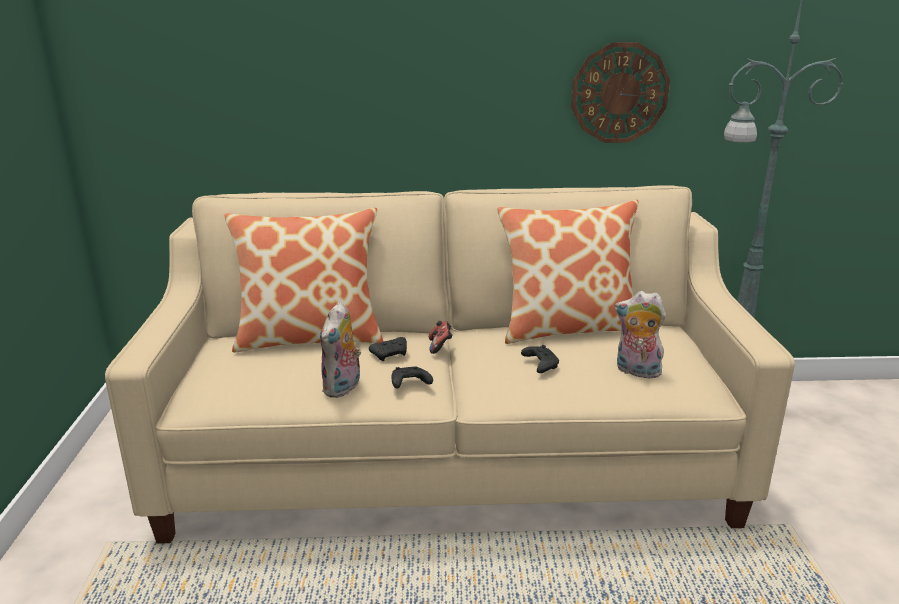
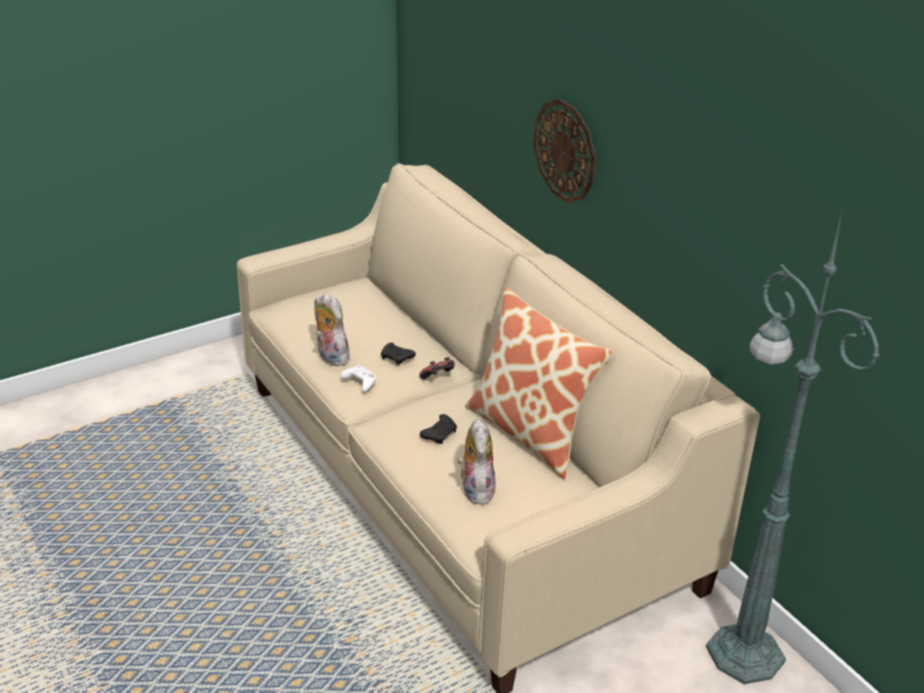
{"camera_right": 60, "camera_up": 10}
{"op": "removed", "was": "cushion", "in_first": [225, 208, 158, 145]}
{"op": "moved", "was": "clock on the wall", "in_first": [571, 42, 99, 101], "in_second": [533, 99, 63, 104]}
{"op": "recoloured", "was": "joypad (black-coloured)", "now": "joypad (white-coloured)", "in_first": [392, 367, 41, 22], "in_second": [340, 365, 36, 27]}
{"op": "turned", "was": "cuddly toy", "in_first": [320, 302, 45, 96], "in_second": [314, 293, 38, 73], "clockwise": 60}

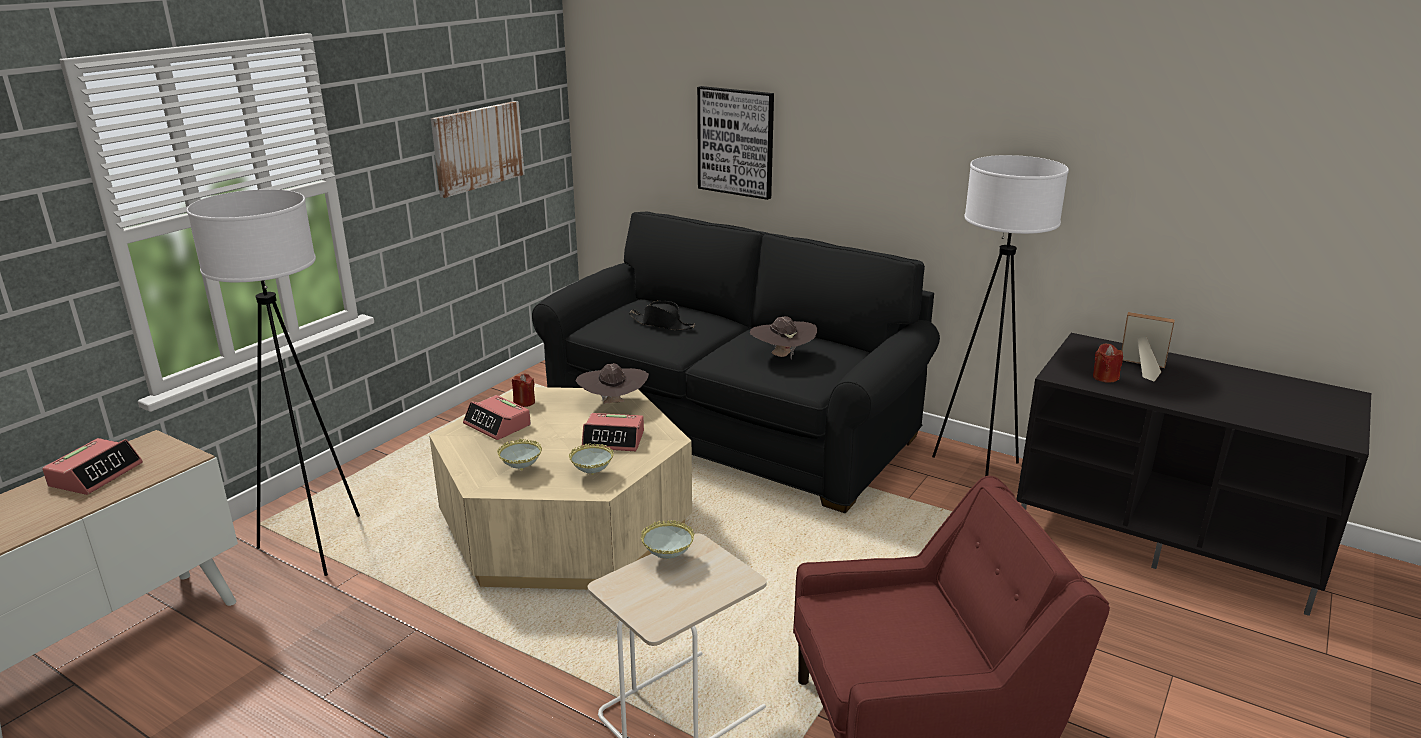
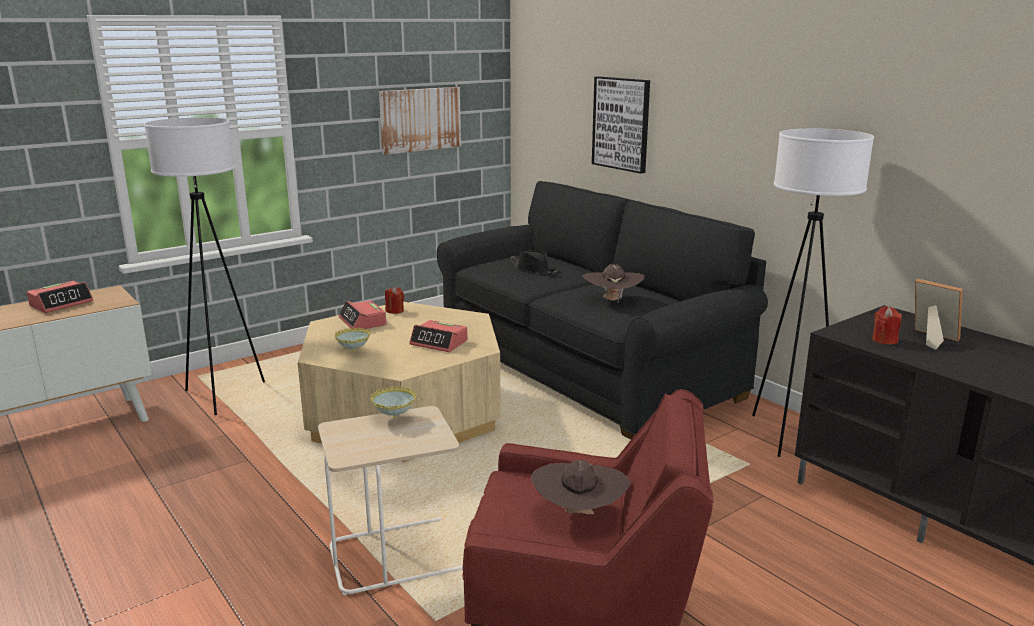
{"camera_right": 20, "camera_up": -5}
{"op": "removed", "was": "bowl", "in_first": [569, 443, 45, 32]}
{"op": "moved", "was": "clothing hat (brown)", "in_first": [576, 363, 73, 41], "in_second": [531, 460, 100, 54]}

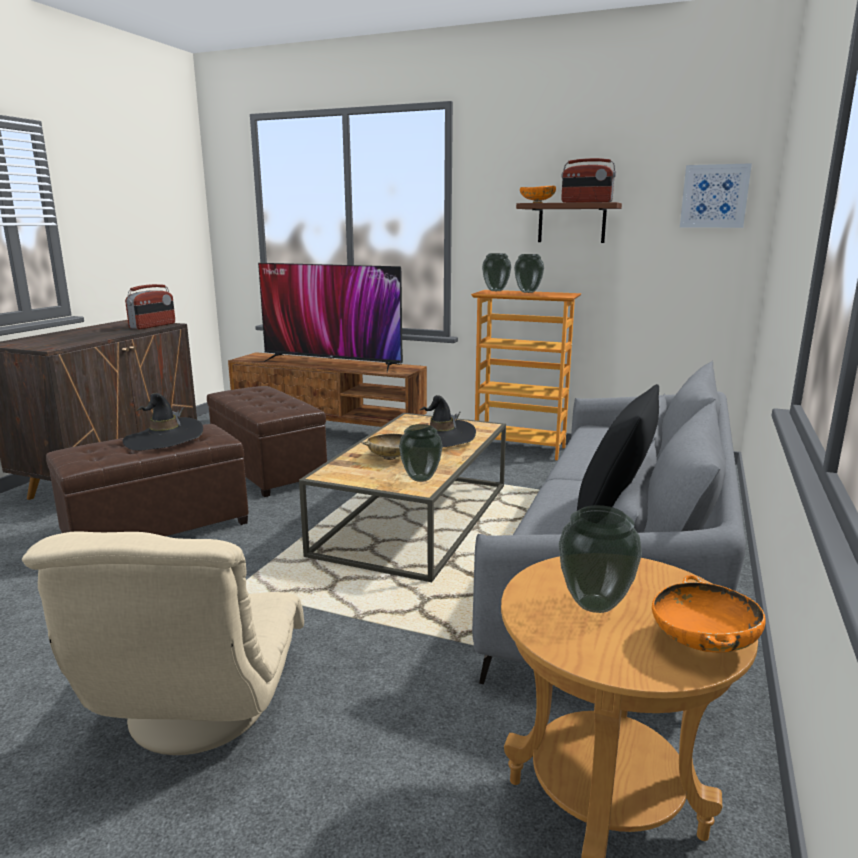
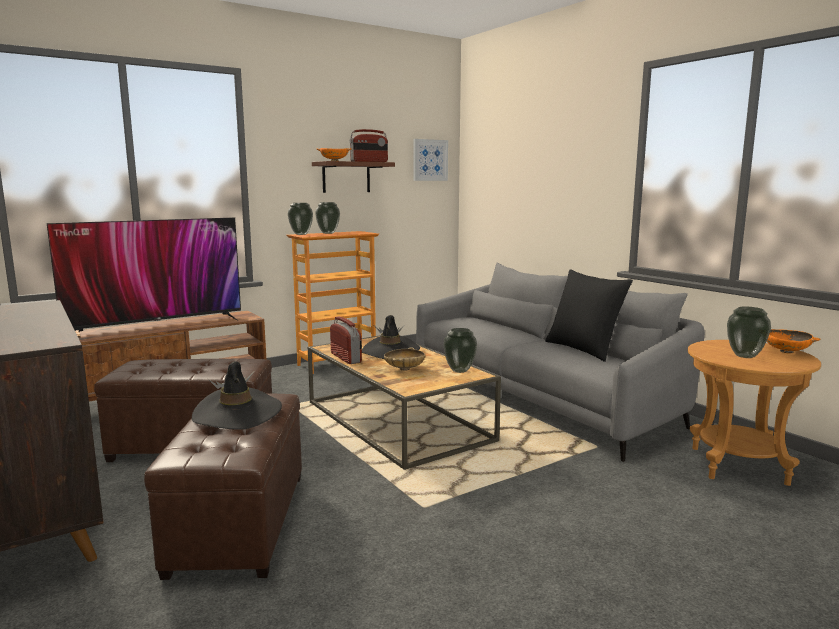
{"camera_right": -55, "camera_up": -5}
{"op": "removed", "was": "armchair (beige-coloured)", "in_first": [22, 531, 282, 224]}
{"op": "moved", "was": "radio", "in_first": [125, 284, 50, 45], "in_second": [330, 317, 32, 47]}

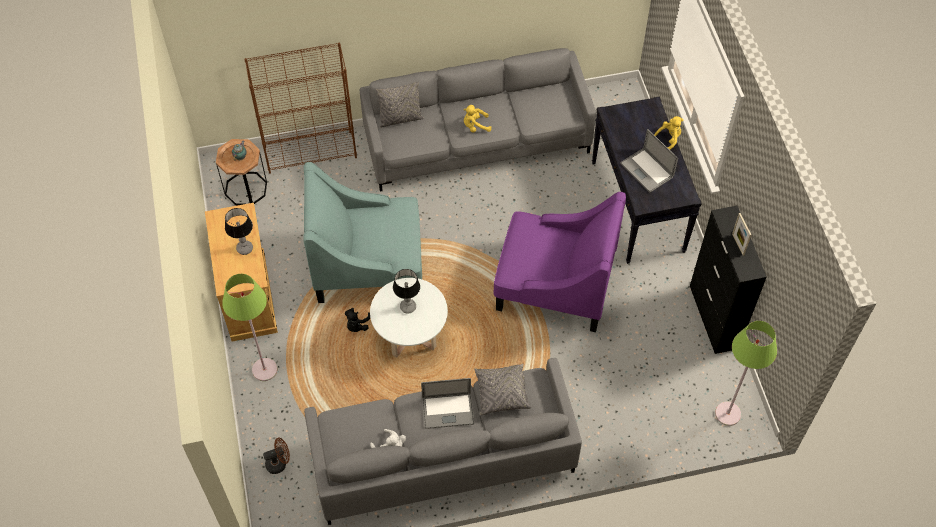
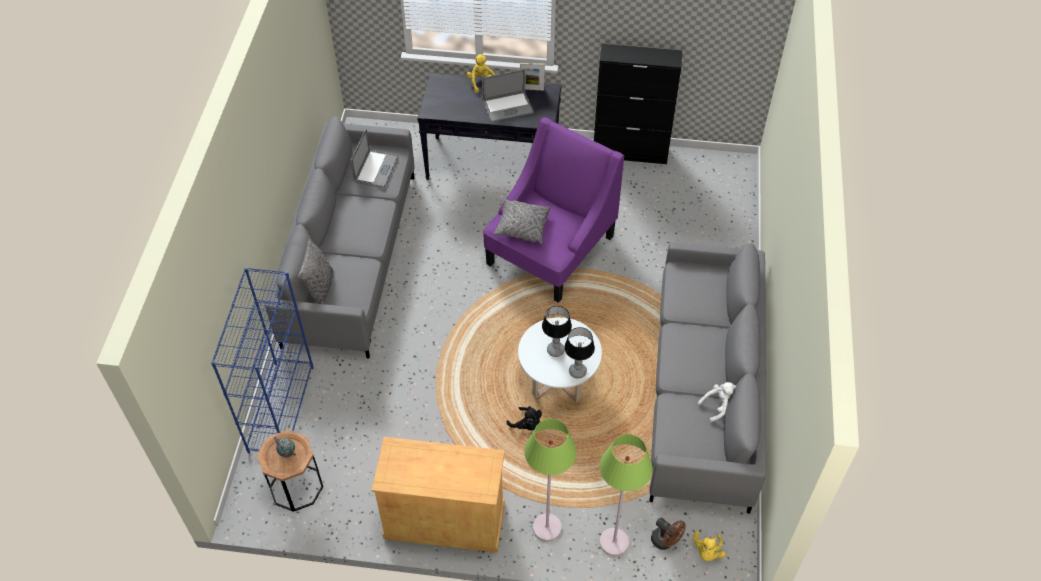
{"camera_right": -70, "camera_up": -5}
{"op": "removed", "was": "armchair (blue-green)", "in_first": [303, 162, 119, 141]}
{"op": "moved", "was": "tabletop lamp", "in_first": [225, 208, 28, 47], "in_second": [564, 327, 31, 52]}
{"op": "moved", "was": "portable computer", "in_first": [421, 378, 53, 51], "in_second": [351, 129, 47, 59]}
{"op": "moved", "was": "cuddly toy (yellow-coloured)", "in_first": [464, 105, 27, 27], "in_second": [693, 530, 33, 31]}
{"op": "moved", "was": "cushion (gray)", "in_first": [474, 364, 57, 51], "in_second": [493, 199, 58, 45]}
{"op": "moved", "was": "standing lamp (green-coloured)", "in_first": [715, 321, 62, 105], "in_second": [600, 434, 53, 122]}
{"op": "moved", "was": "picture frame", "in_first": [732, 213, 19, 43], "in_second": [520, 63, 25, 27]}
{"op": "recoloured", "was": "bookcase (brown)", "now": "bookcase (bluish)", "in_first": [244, 43, 113, 131], "in_second": [211, 267, 103, 187]}
{"op": "turned", "was": "electric fan (brown)", "in_first": [263, 438, 27, 36], "in_second": [651, 518, 35, 32], "clockwise": 135}

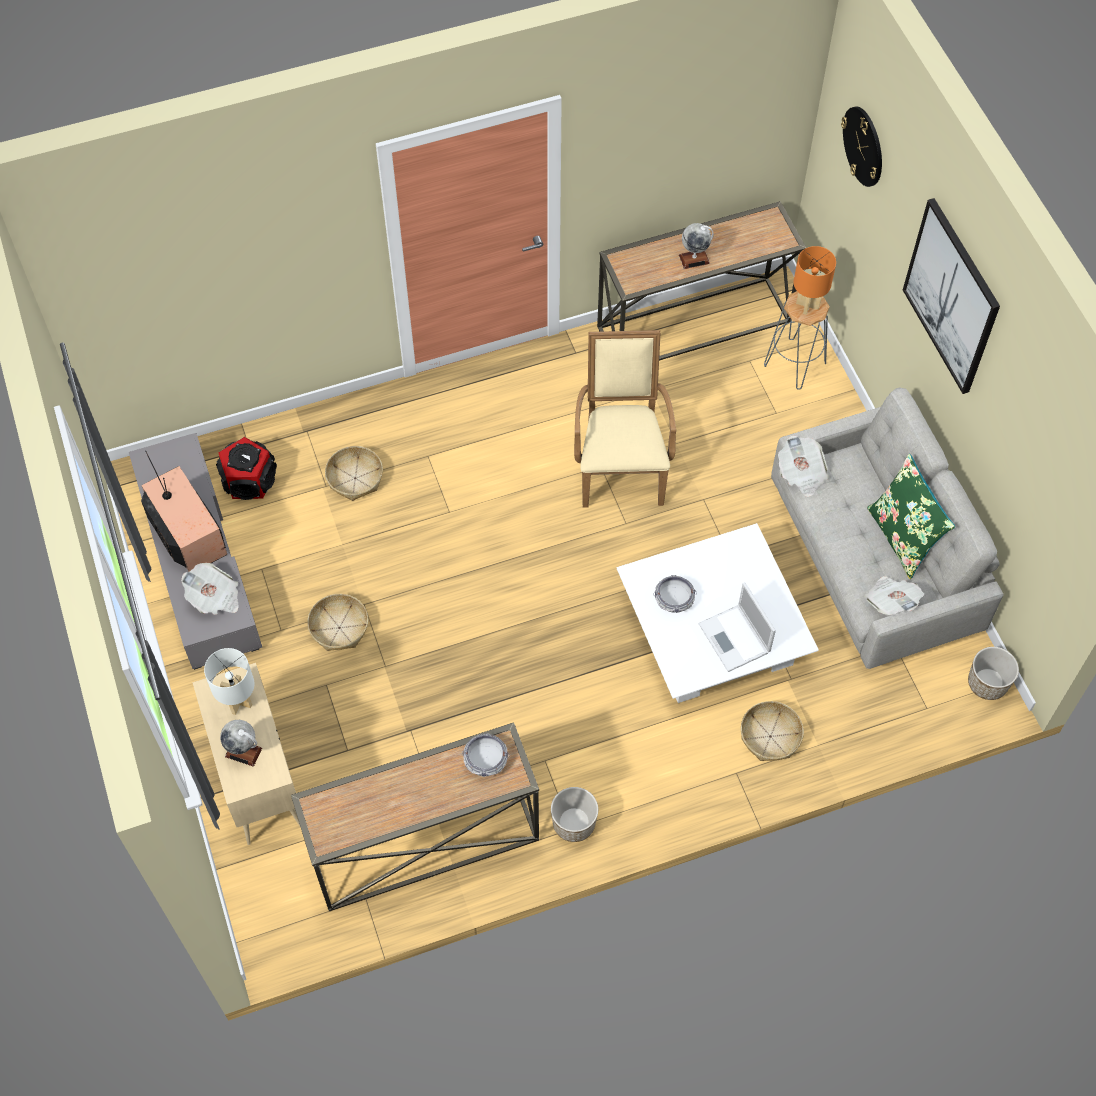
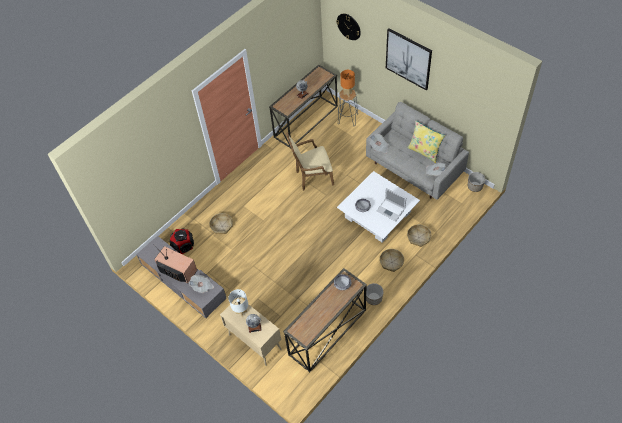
{"camera_right": -25, "camera_up": -5}
{"op": "moved", "was": "basket", "in_first": [307, 594, 61, 57], "in_second": [380, 249, 24, 23]}
{"op": "recoloured", "was": "cushion (green-coloured)", "now": "cushion (yellow-coloured)", "in_first": [867, 454, 88, 125], "in_second": [407, 120, 38, 43]}
{"op": "turned", "was": "armchair (beige-coloured)", "in_first": [574, 330, 102, 178], "in_second": [286, 133, 48, 58], "clockwise": -75}

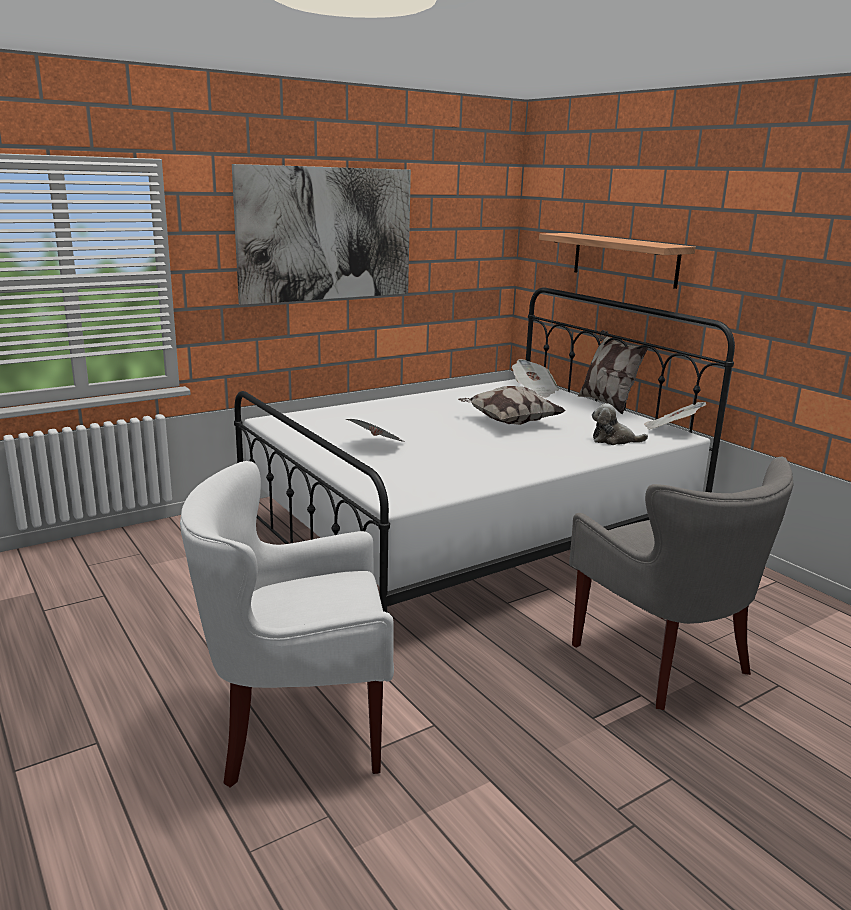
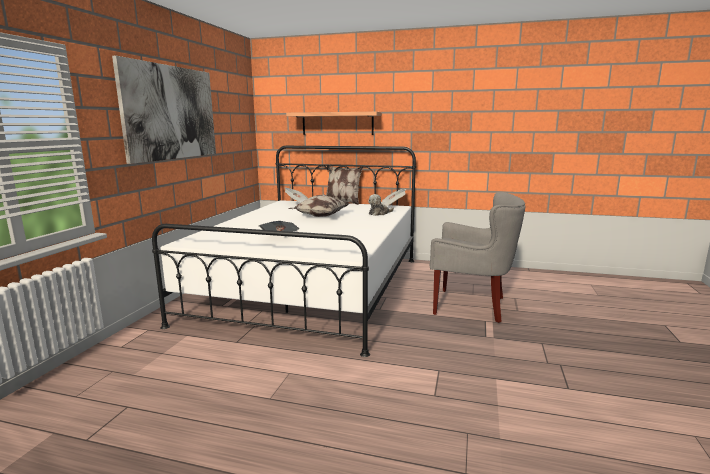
{"camera_right": -40, "camera_up": -5}
{"op": "removed", "was": "armchair (white-coloured)", "in_first": [180, 461, 214, 327]}

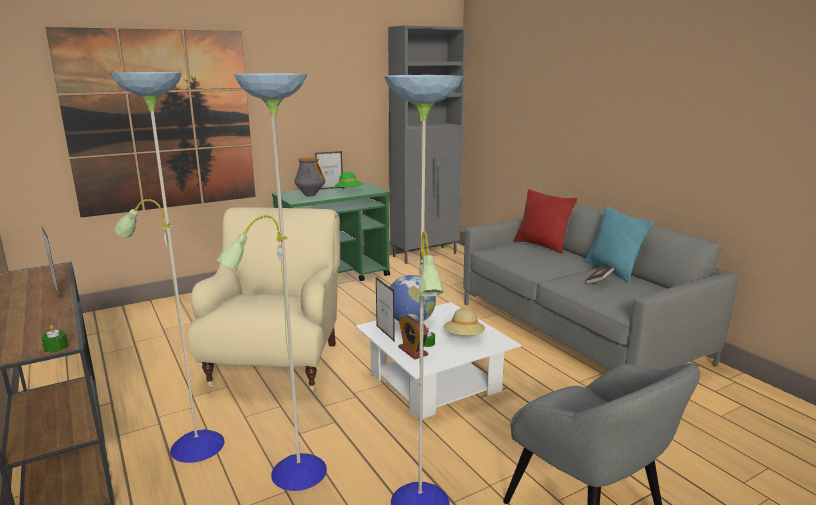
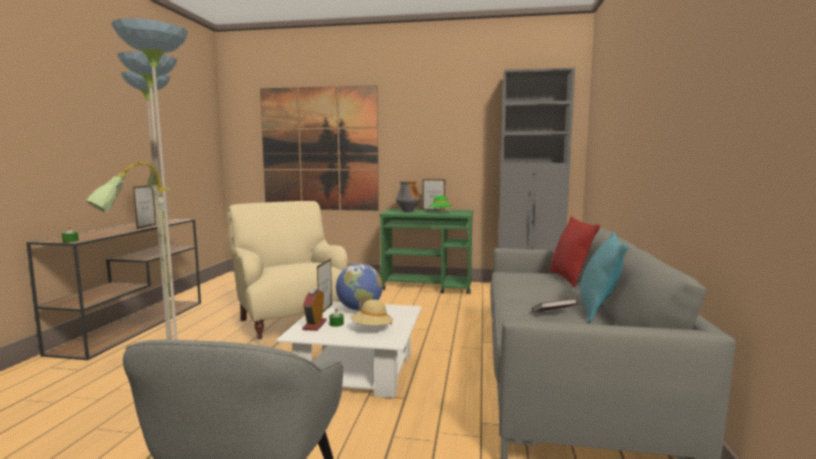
{"camera_right": 40, "camera_up": -10}
{"op": "turned", "was": "armchair (beige-coloured)", "in_first": [188, 207, 152, 184], "in_second": [227, 201, 121, 143], "clockwise": -75}

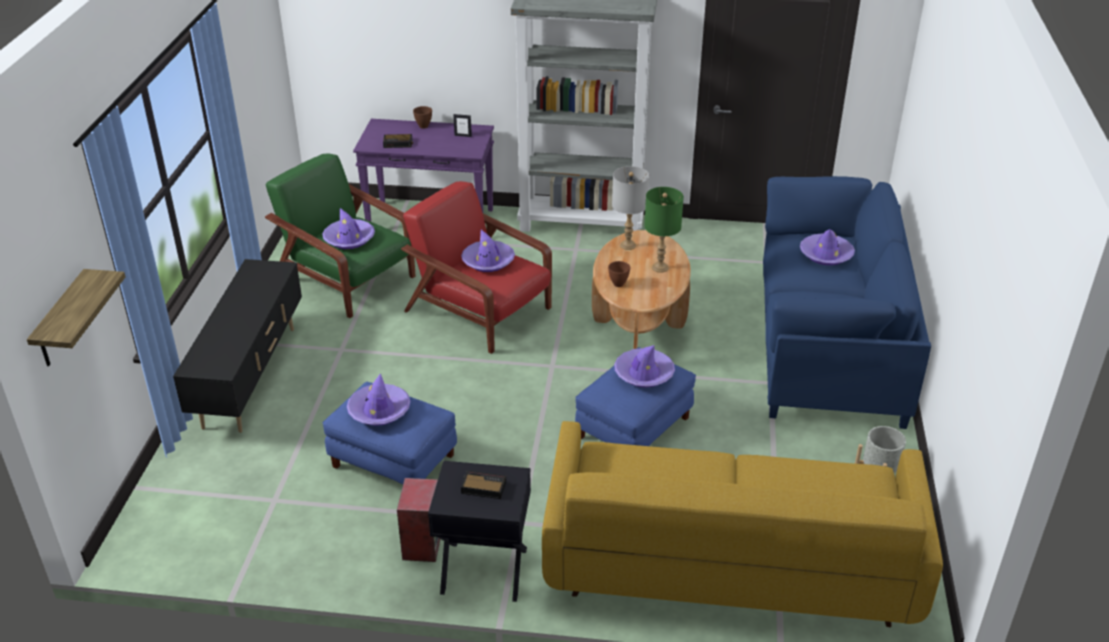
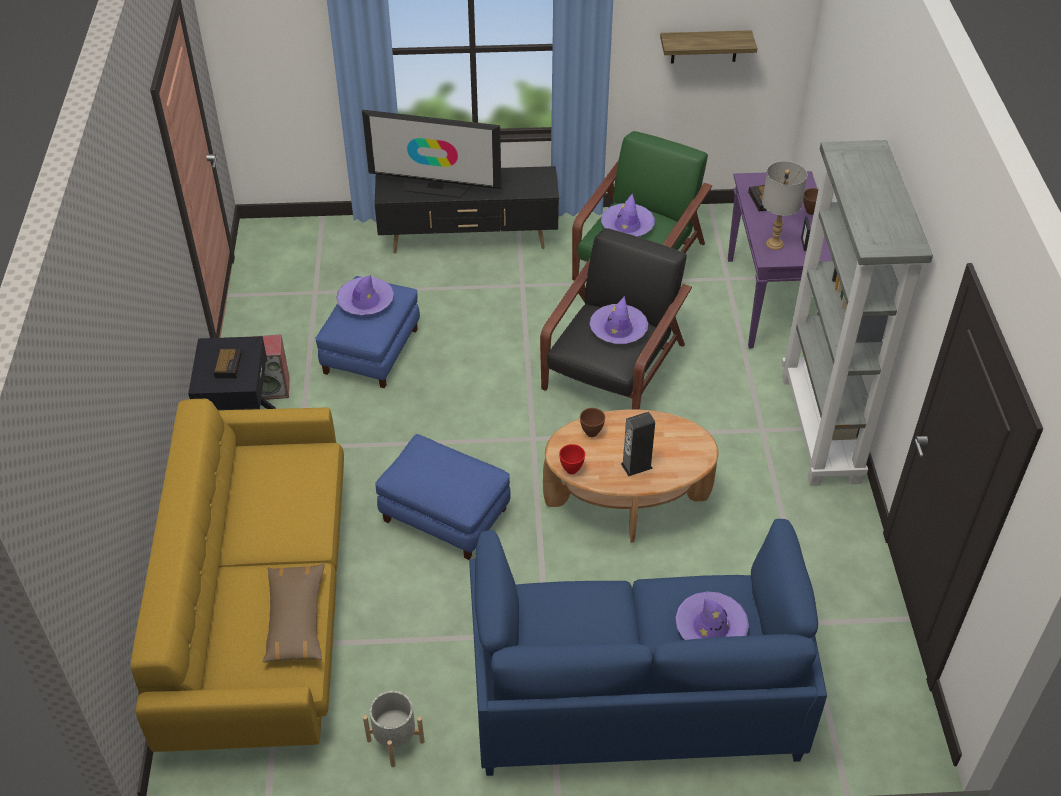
{"camera_right": 80, "camera_up": 10}
{"op": "removed", "was": "clothing hat (purplish)", "in_first": [614, 345, 61, 43]}
{"op": "added", "now": "cushion (brown)", "in_second": [263, 563, 62, 100]}
{"op": "added", "now": "television", "in_second": [362, 110, 139, 88]}
{"op": "added", "now": "bowl (red)", "in_second": [559, 444, 26, 30]}
{"op": "moved", "was": "bracket shelf", "in_first": [27, 269, 99, 97], "in_second": [660, 30, 97, 33]}
{"op": "moved", "was": "tabletop lamp (gray)", "in_first": [612, 166, 37, 84], "in_second": [762, 161, 45, 89]}
{"op": "replaced", "was": "tabletop lamp (green-coloured)", "now": "speaker", "in_first": [644, 187, 40, 86], "in_second": [621, 412, 34, 64]}
{"op": "recoloured", "was": "armchair (red)", "now": "armchair (black-coloured)", "in_first": [401, 181, 151, 173], "in_second": [540, 228, 152, 182]}

